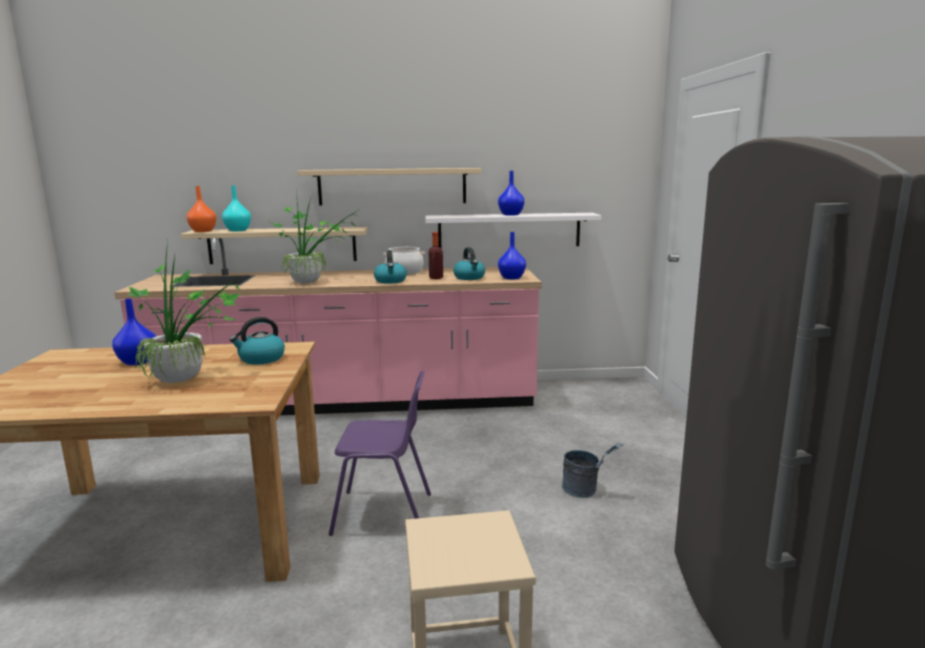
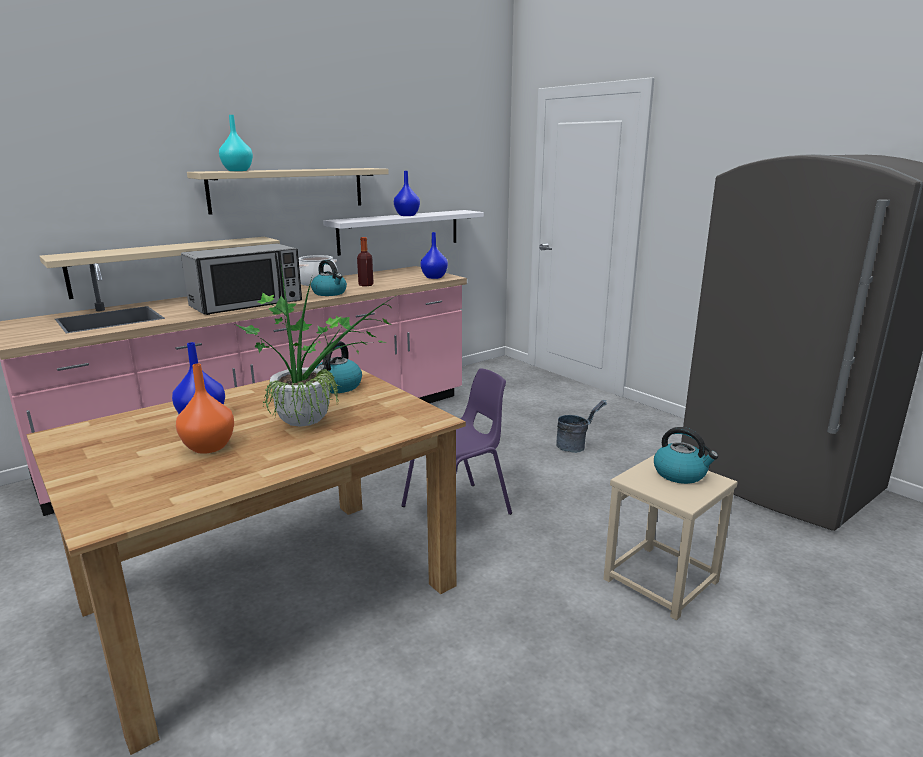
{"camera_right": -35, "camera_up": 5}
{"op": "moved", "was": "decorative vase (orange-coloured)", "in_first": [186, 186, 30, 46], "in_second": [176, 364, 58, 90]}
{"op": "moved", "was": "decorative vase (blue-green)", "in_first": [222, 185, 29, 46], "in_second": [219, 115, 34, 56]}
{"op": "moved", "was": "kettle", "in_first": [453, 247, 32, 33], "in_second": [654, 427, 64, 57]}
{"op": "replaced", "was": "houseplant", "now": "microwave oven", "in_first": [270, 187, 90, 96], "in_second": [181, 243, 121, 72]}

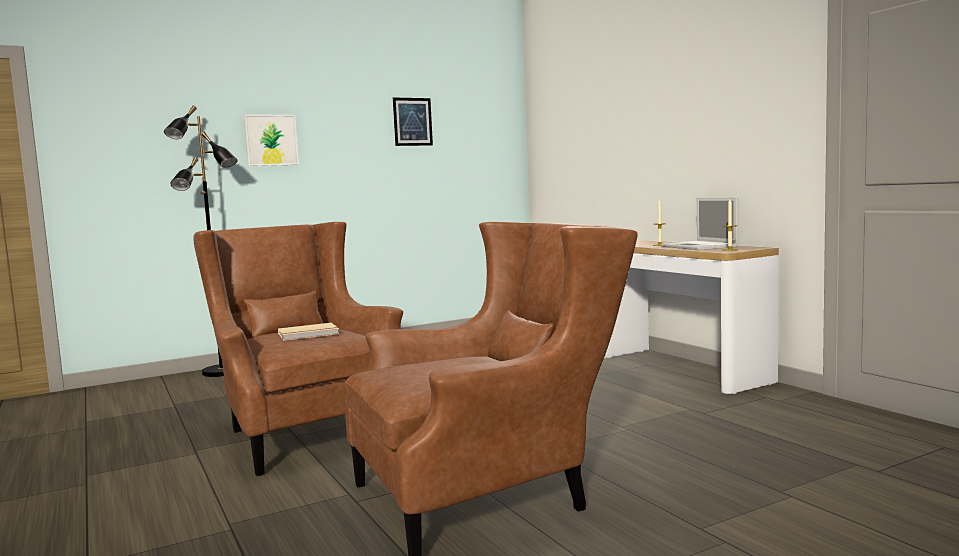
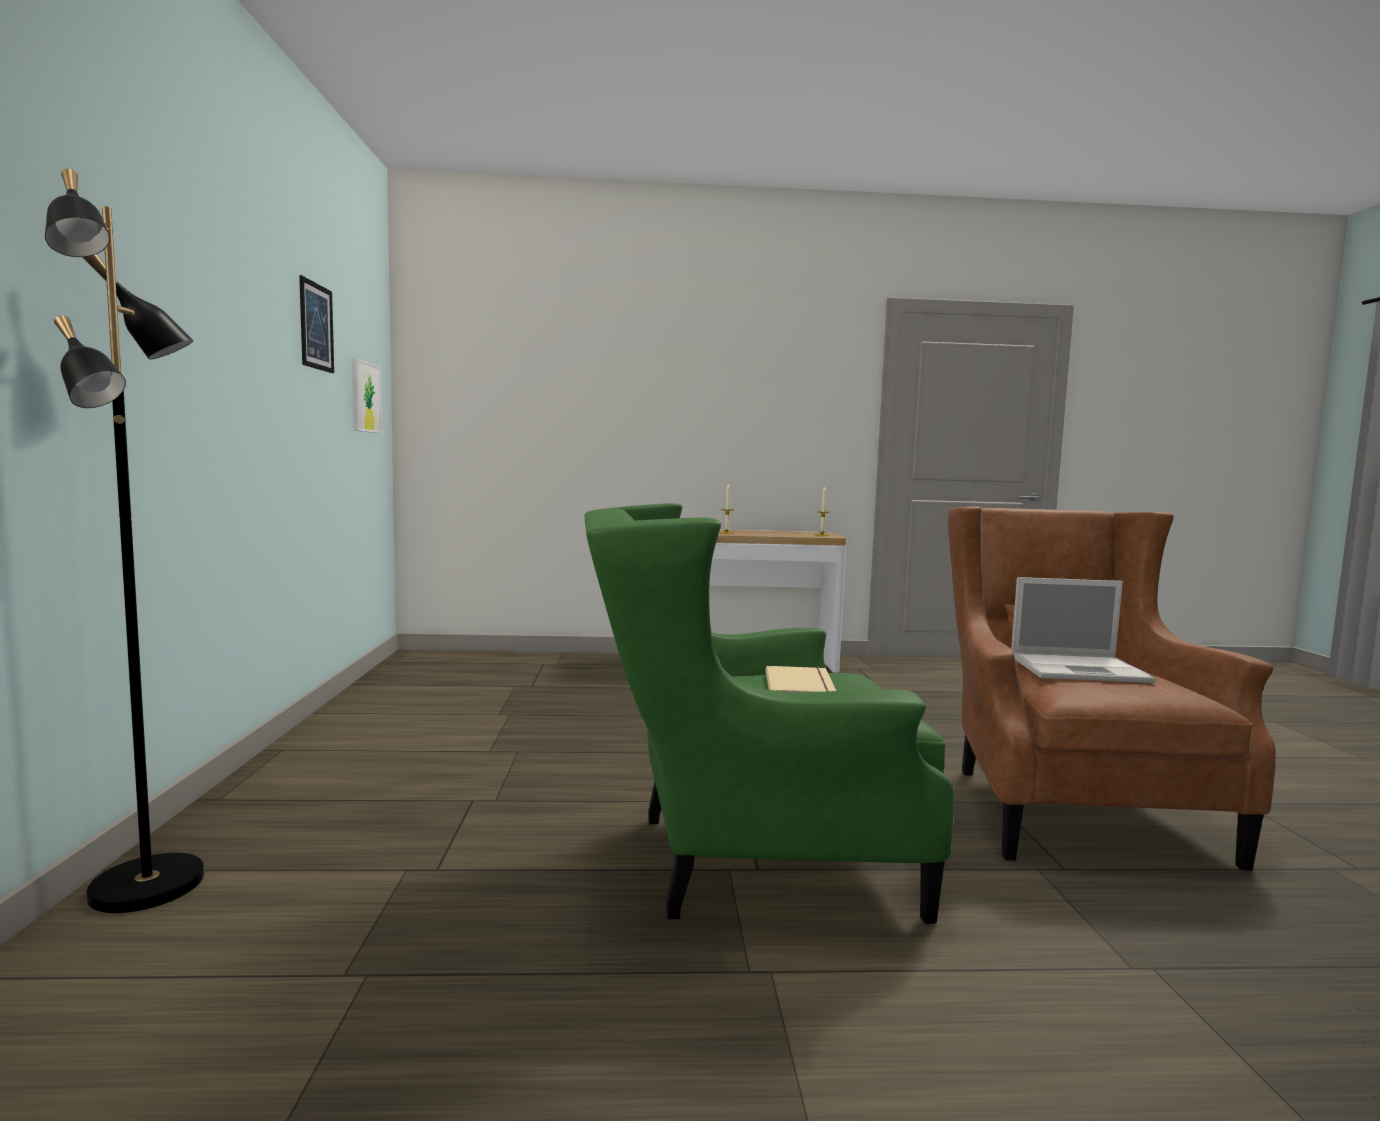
{"camera_right": -65, "camera_up": 0}
{"op": "moved", "was": "picture", "in_first": [244, 115, 55, 51], "in_second": [352, 358, 30, 75]}
{"op": "moved", "was": "portable computer", "in_first": [661, 197, 77, 53], "in_second": [1011, 577, 145, 106]}
{"op": "recoloured", "was": "armchair (brown)", "now": "armchair (green-coloured)", "in_first": [194, 222, 209, 254], "in_second": [584, 503, 370, 421]}

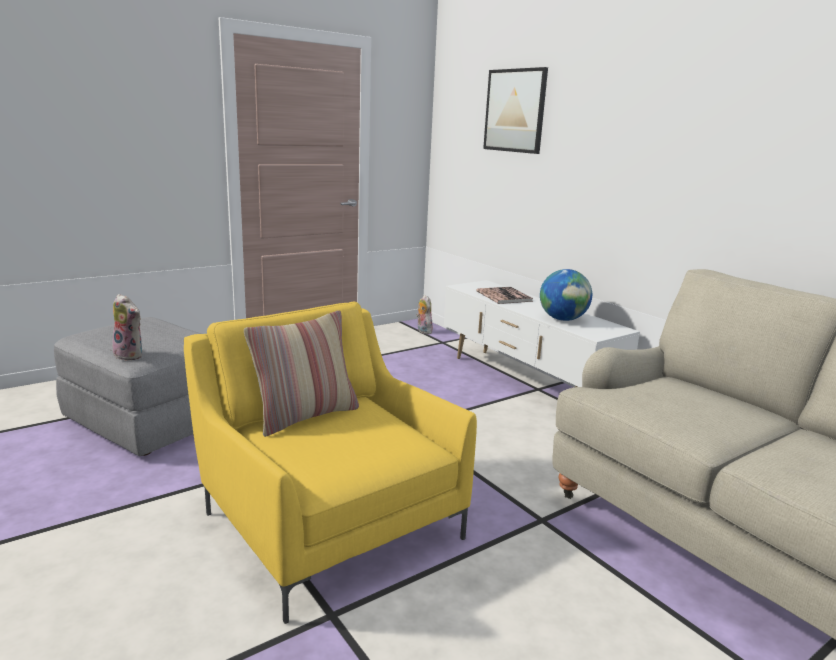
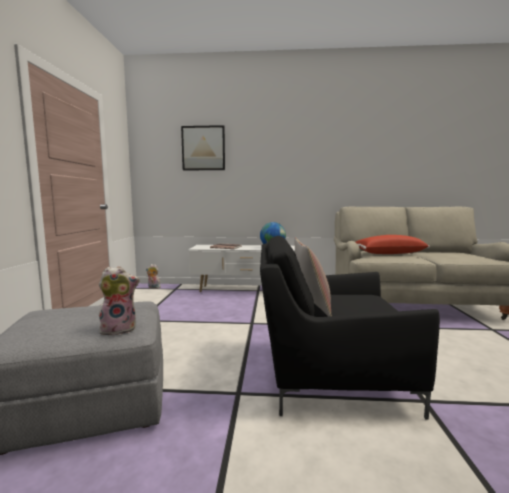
{"camera_right": -50, "camera_up": -10}
{"op": "added", "now": "cushion (red)", "in_second": [356, 235, 74, 19]}
{"op": "recoloured", "was": "armchair (yellow-coloured)", "now": "armchair (black-coloured)", "in_first": [184, 301, 293, 323], "in_second": [260, 236, 180, 184]}

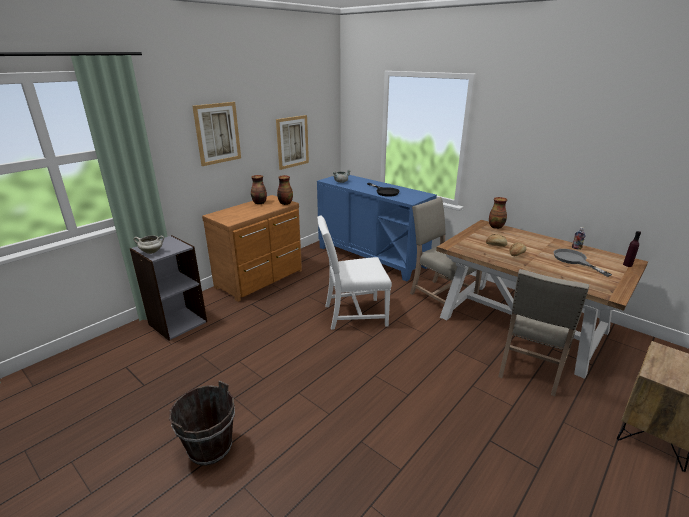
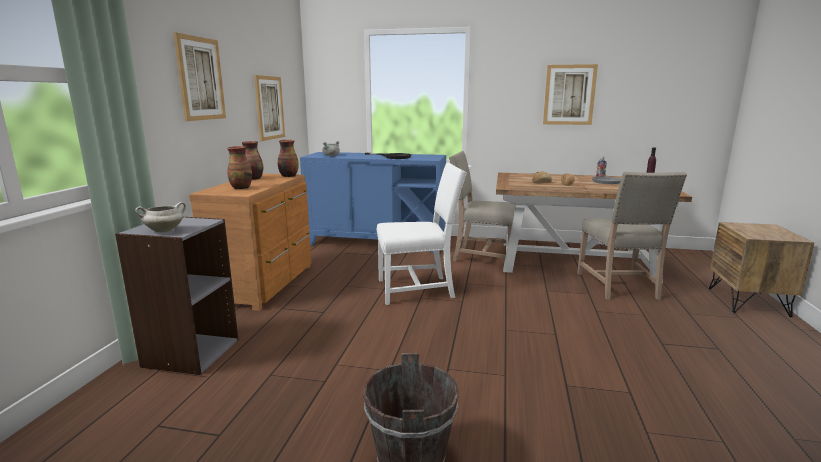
{"camera_right": -30, "camera_up": -10}
{"op": "added", "now": "picture", "in_second": [543, 64, 55, 61]}
{"op": "moved", "was": "decorative vase", "in_first": [489, 197, 18, 32], "in_second": [227, 146, 25, 43]}
{"op": "turned", "was": "plain chair (white-coloured)", "in_first": [317, 215, 75, 115], "in_second": [377, 163, 90, 142], "clockwise": -150}

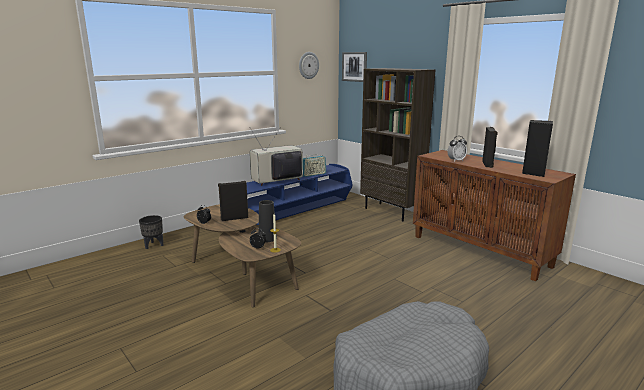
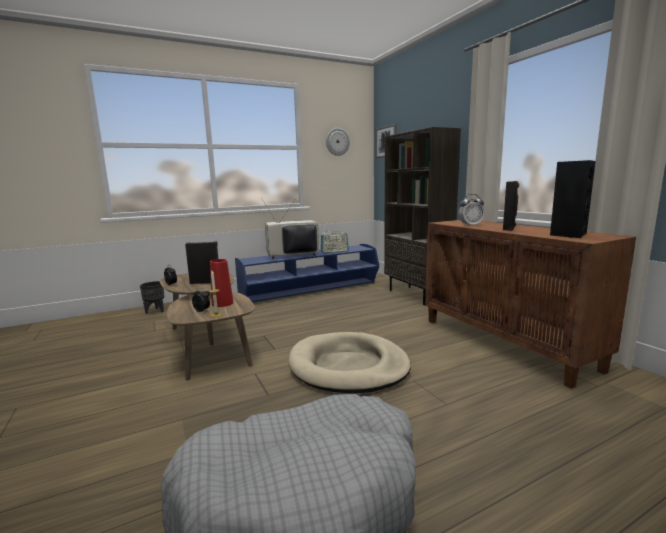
{"camera_right": 15, "camera_up": -5}
{"op": "added", "now": "dog cushion (beige-coloured)", "in_second": [288, 332, 123, 61]}
{"op": "recoloured", "was": "decorative vase (black-coloured)", "now": "decorative vase (red)", "in_first": [259, 200, 18, 42], "in_second": [210, 259, 23, 48]}

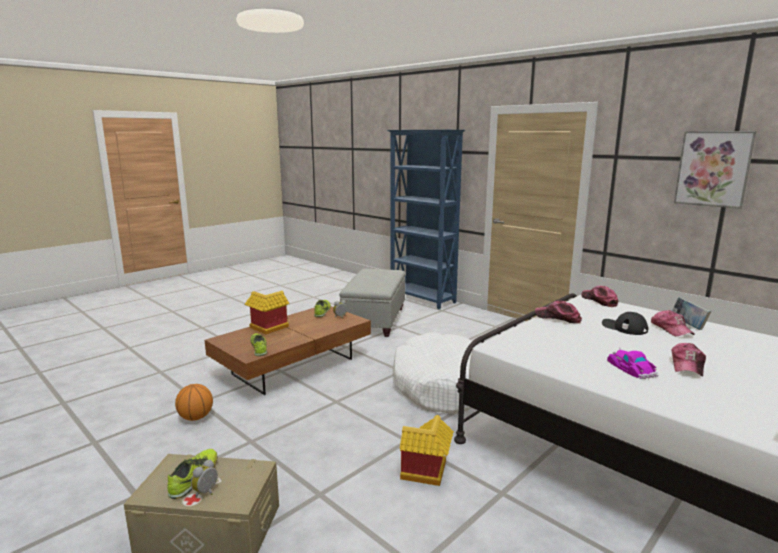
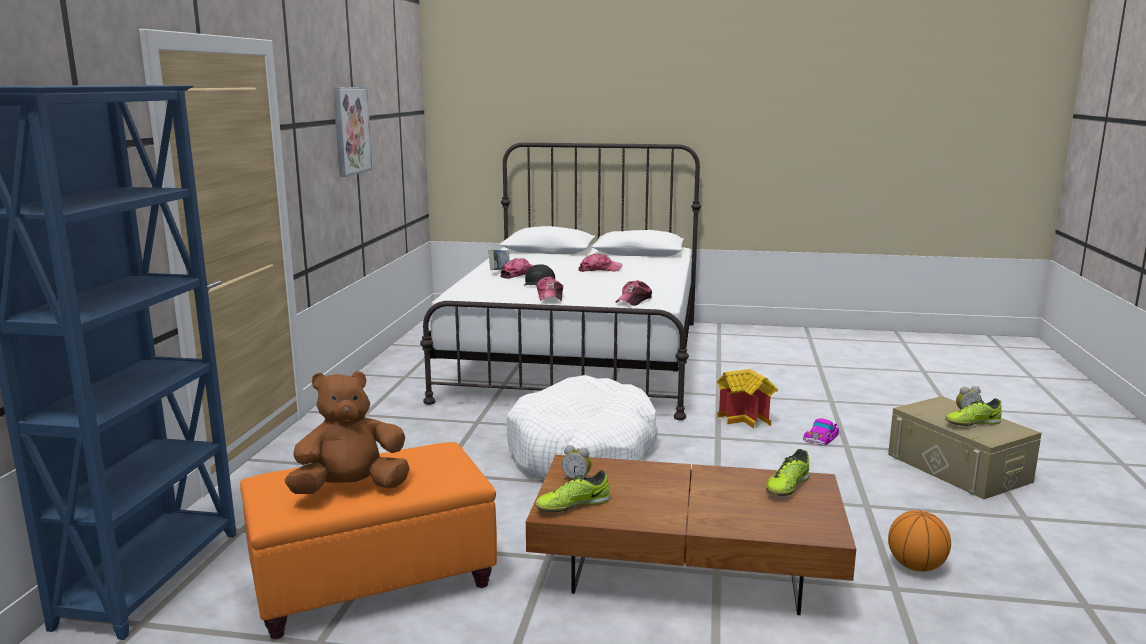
{"camera_right": -125, "camera_up": 0}
{"op": "removed", "was": "model house", "in_first": [244, 291, 46, 44]}
{"op": "added", "now": "cuddly toy (brown)", "in_second": [285, 371, 125, 123]}
{"op": "moved", "was": "baseball cap", "in_first": [581, 286, 37, 21], "in_second": [616, 280, 36, 26]}
{"op": "moved", "was": "toy car", "in_first": [607, 347, 51, 32], "in_second": [803, 418, 36, 28]}
{"op": "recoloured", "was": "pouffe (gray)", "now": "pouffe (orange-coloured)", "in_first": [339, 269, 67, 68], "in_second": [240, 442, 257, 197]}

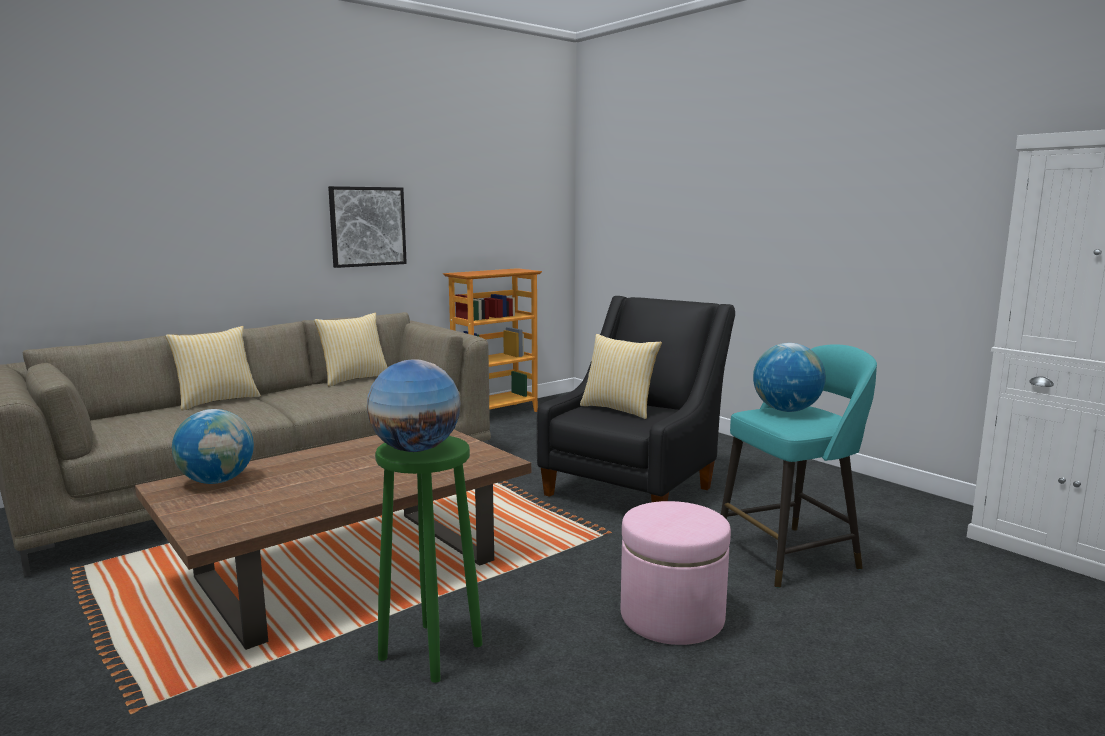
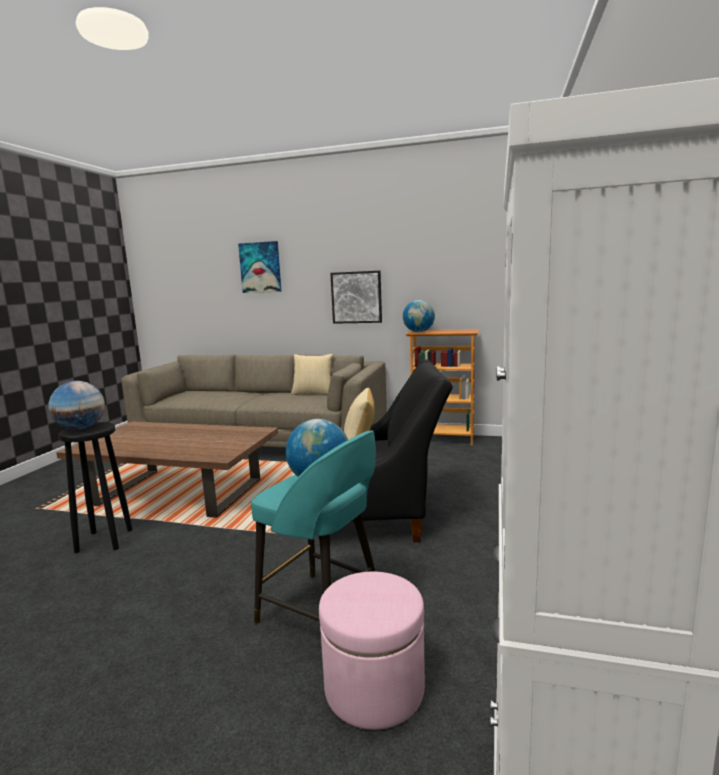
{"camera_right": 55, "camera_up": 0}
{"op": "removed", "was": "cushion", "in_first": [165, 326, 96, 85]}
{"op": "added", "now": "picture", "in_second": [238, 241, 43, 52]}
{"op": "moved", "was": "globe", "in_first": [172, 409, 82, 75], "in_second": [403, 300, 32, 32]}
{"op": "moved", "was": "pouffe (pink-coloured)", "in_first": [621, 501, 110, 144], "in_second": [319, 572, 106, 158]}
{"op": "recoloured", "was": "sitting stool (green-coloured)", "now": "sitting stool (black-coloured)", "in_first": [375, 436, 108, 247], "in_second": [58, 422, 75, 131]}

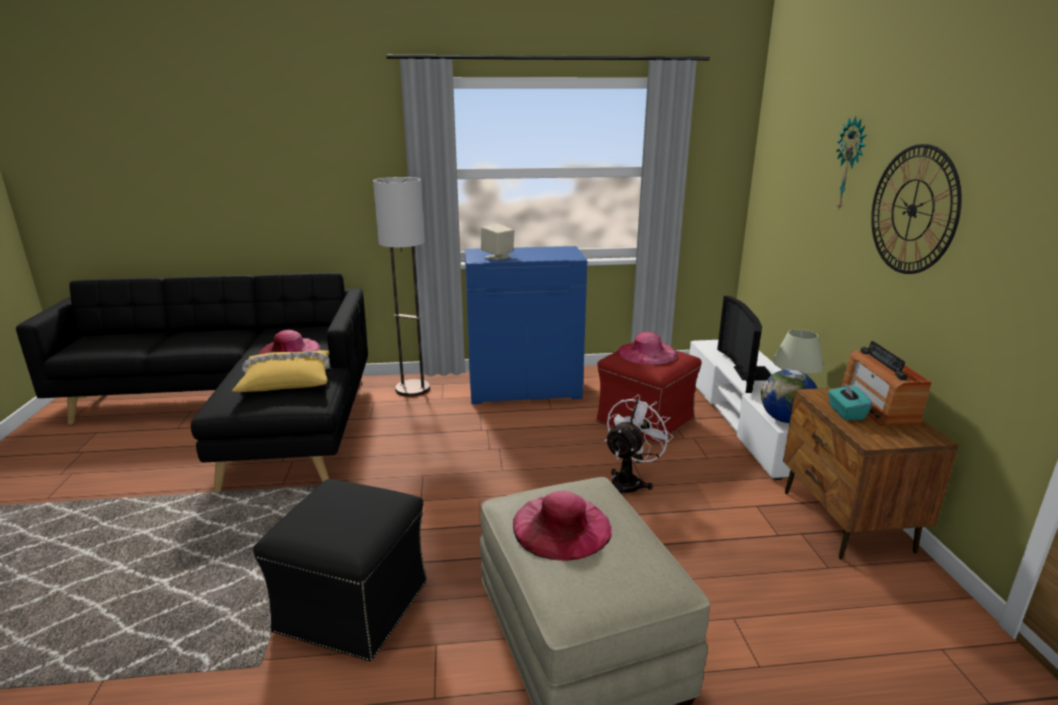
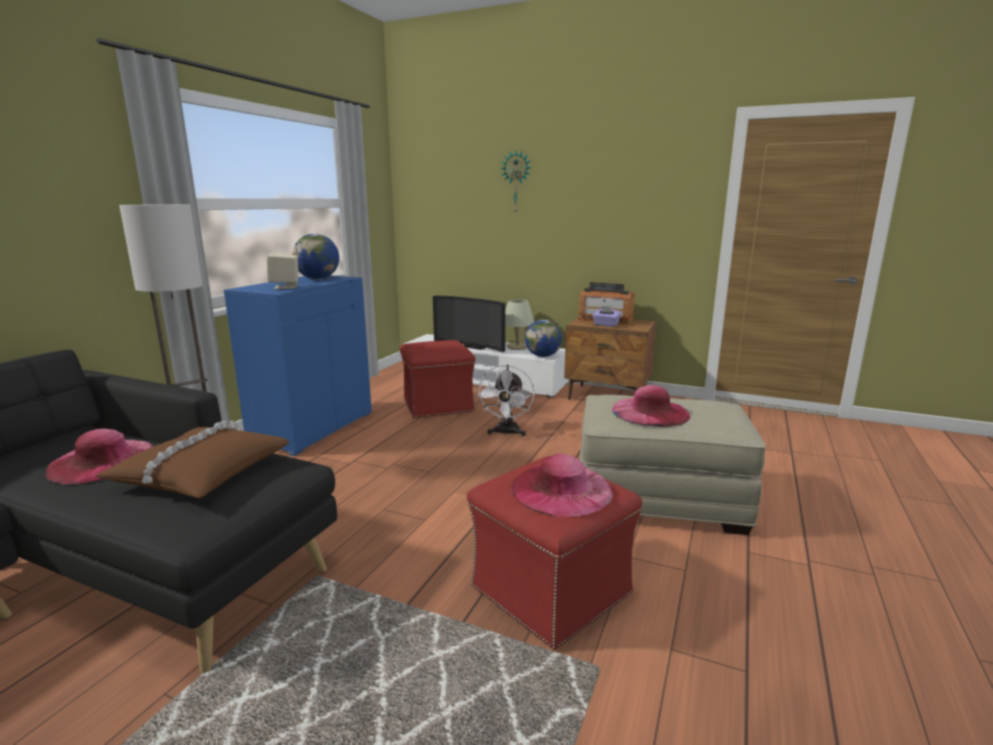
{"camera_right": -60, "camera_up": -5}
{"op": "removed", "was": "clock on the wall", "in_first": [871, 144, 91, 130]}
{"op": "added", "now": "globe", "in_second": [292, 234, 47, 46]}
{"op": "moved", "was": "clothing hat (pink-coloured)", "in_first": [618, 332, 60, 33], "in_second": [511, 454, 102, 63]}
{"op": "recoloured", "was": "cushion (yellow-coloured)", "now": "cushion (brown)", "in_first": [232, 350, 98, 42], "in_second": [95, 420, 195, 78]}
{"op": "recoloured", "was": "pouffe (black-coloured)", "now": "pouffe (red)", "in_first": [253, 479, 174, 182], "in_second": [467, 456, 175, 194]}
{"op": "recoloured", "was": "tissue holder (blue-green)", "now": "tissue holder (purplish)", "in_first": [828, 382, 44, 38], "in_second": [592, 306, 29, 21]}
{"op": "turned", "was": "electric fan (white-coloured)", "in_first": [604, 395, 69, 99], "in_second": [477, 365, 57, 71], "clockwise": -150}

